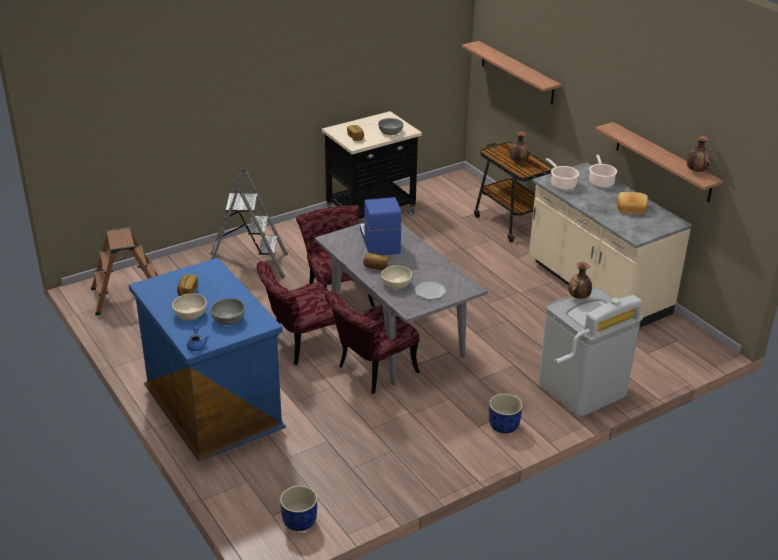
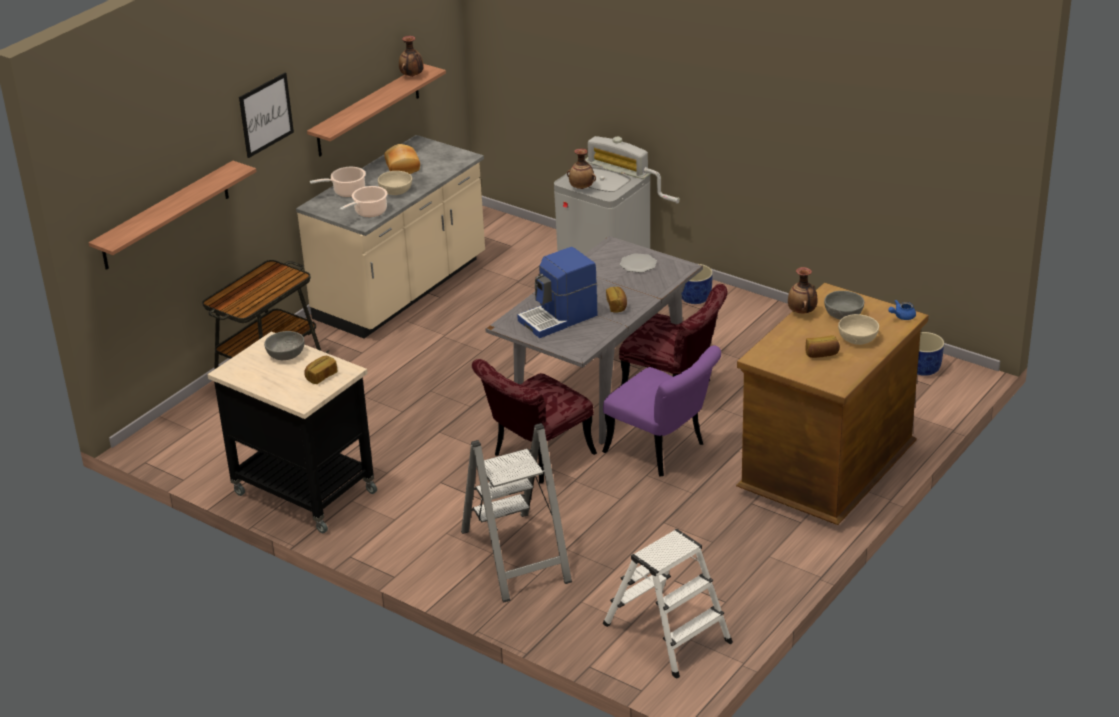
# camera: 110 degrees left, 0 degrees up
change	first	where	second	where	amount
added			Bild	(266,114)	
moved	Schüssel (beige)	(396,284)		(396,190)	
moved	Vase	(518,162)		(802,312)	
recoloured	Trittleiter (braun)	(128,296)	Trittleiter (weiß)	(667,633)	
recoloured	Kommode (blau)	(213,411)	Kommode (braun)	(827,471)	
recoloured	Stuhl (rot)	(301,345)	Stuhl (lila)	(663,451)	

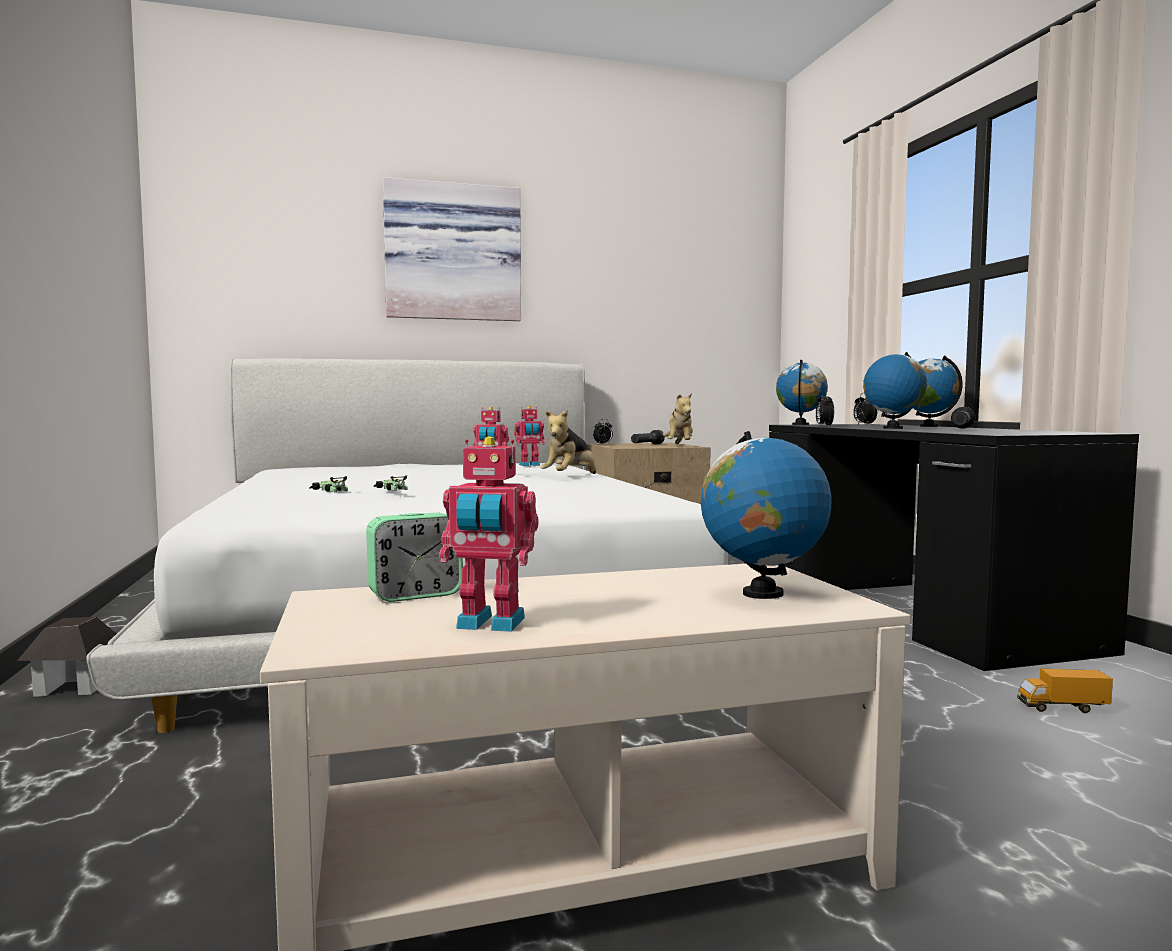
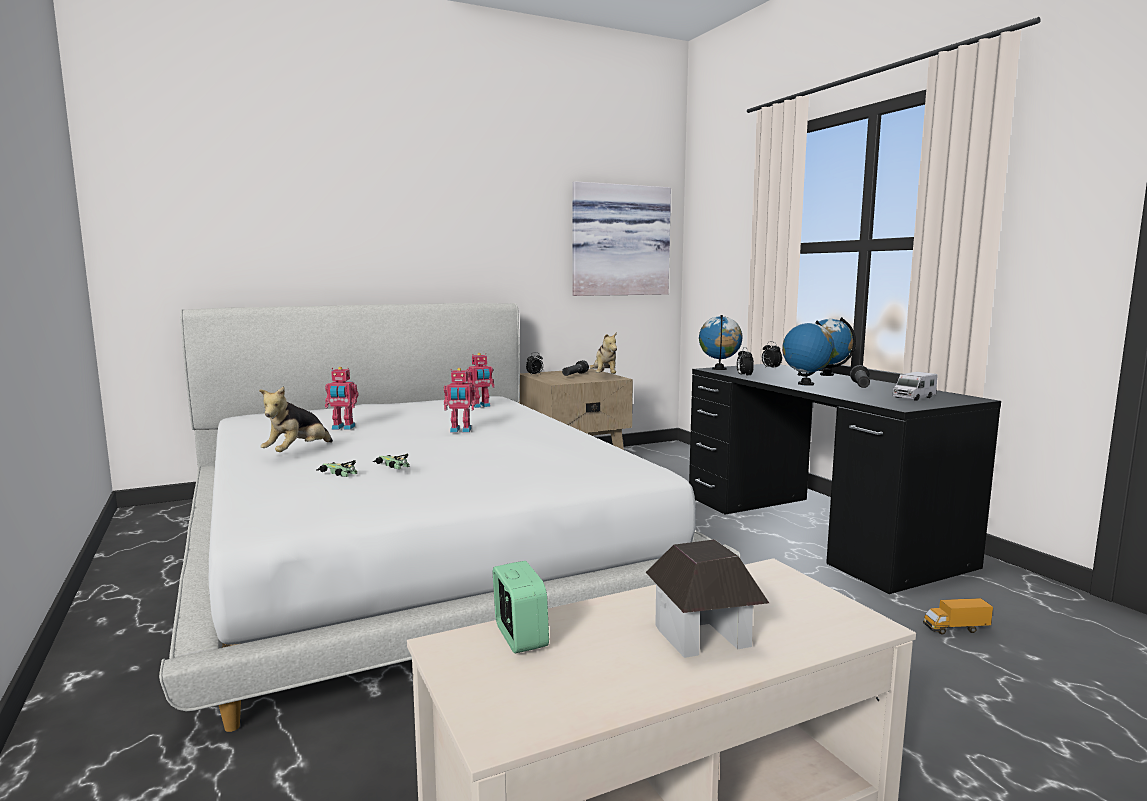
# camera: 10 degrees left, 5 degrees up
change	first	where	second	where	amount
removed	Globus	(762,594)			
added			Spielzeuglaster	(913,397)	
moved	Spielzeughaus	(74,686)		(702,636)	
moved	Bild	(453,253)		(619,240)	
moved	Spielzeugroboter	(489,624)		(343,428)	
moved	Plüschtier	(570,477)		(298,453)	
turned	Wecker	(415,595)		(520,637)	75 degrees counterclockwise

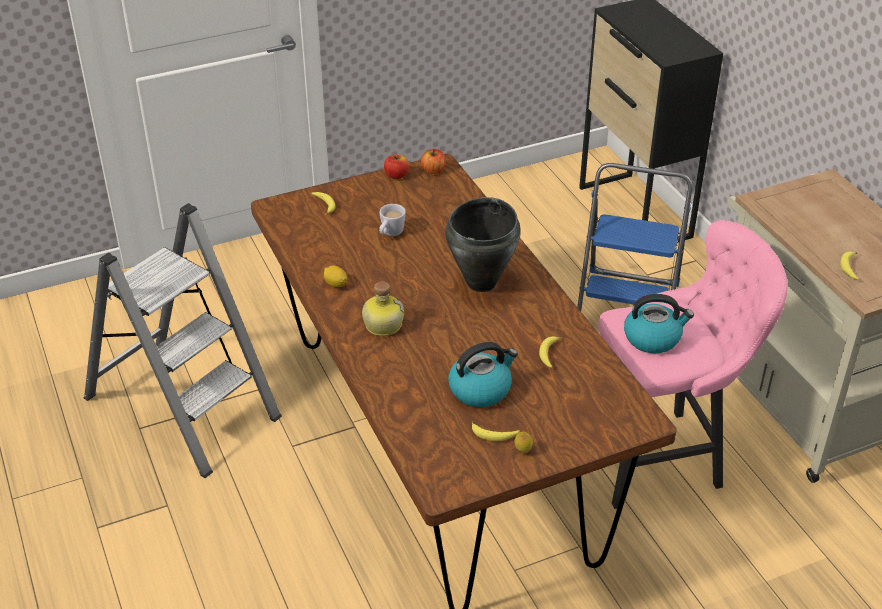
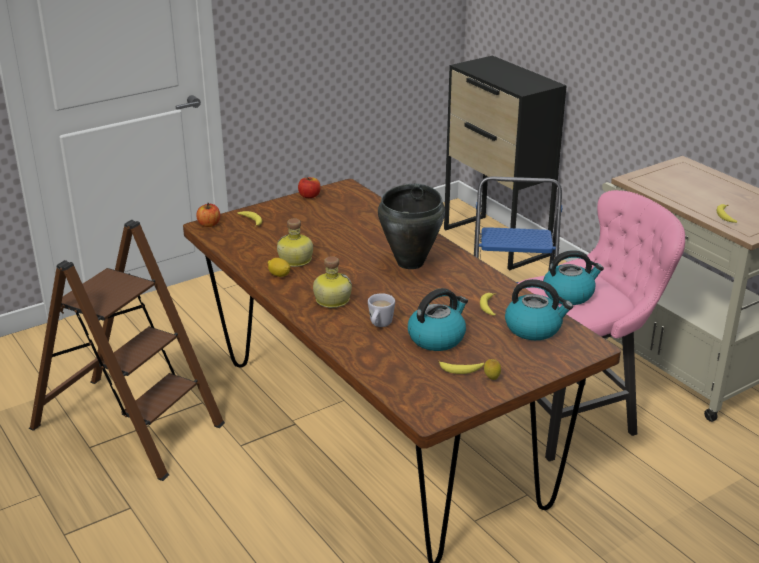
# camera: 10 degrees left, 10 degrees down
change	first	where	second	where	amount
added			Flasche	(295,260)	
added			Wasserkessel	(534,328)	
moved	Henkelbecher (weiß)	(390,234)		(379,325)	
moved	Apfel	(433,170)		(209,224)	
recoloured	Trittleiter (grau)	(180,405)	Trittleiter (braun)	(125,424)	

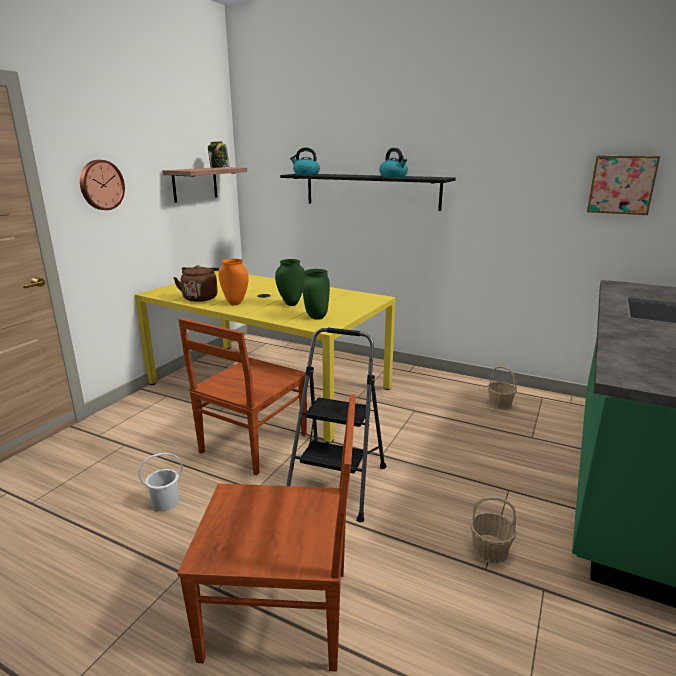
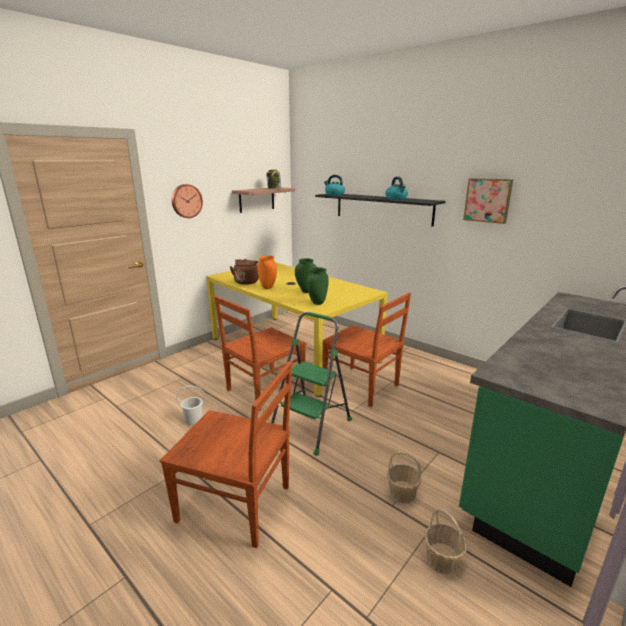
# camera: 15 degrees right, 0 degrees up
change	first	where	second	where	amount
added			Stuhl (braun)	(362,386)	
moved	Korb	(500,404)		(442,559)	
moved	Bild	(621,184)		(488,200)	
recoloured	Trittleiter (schwarz)	(338,481)	Trittleiter (grün)	(312,424)	

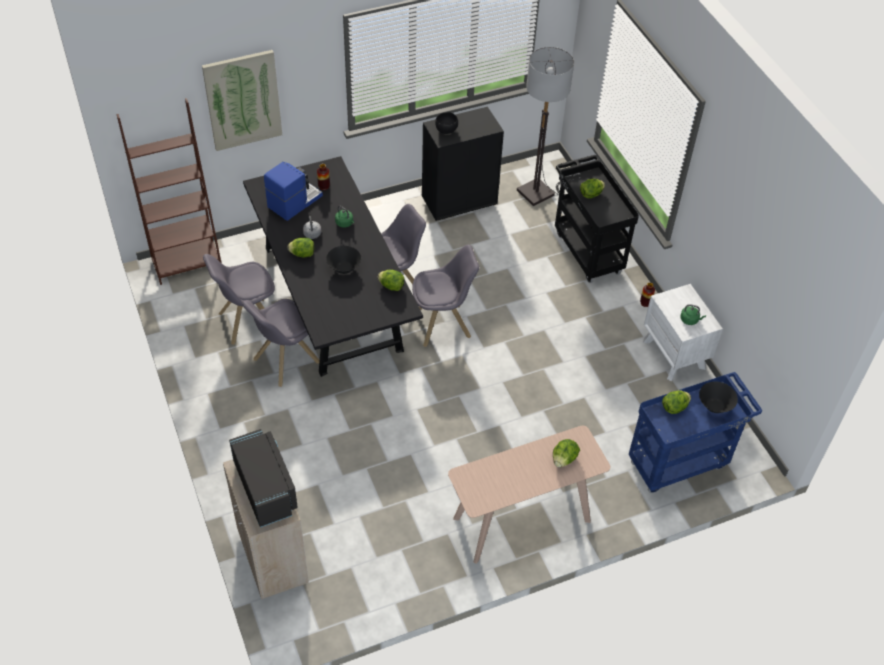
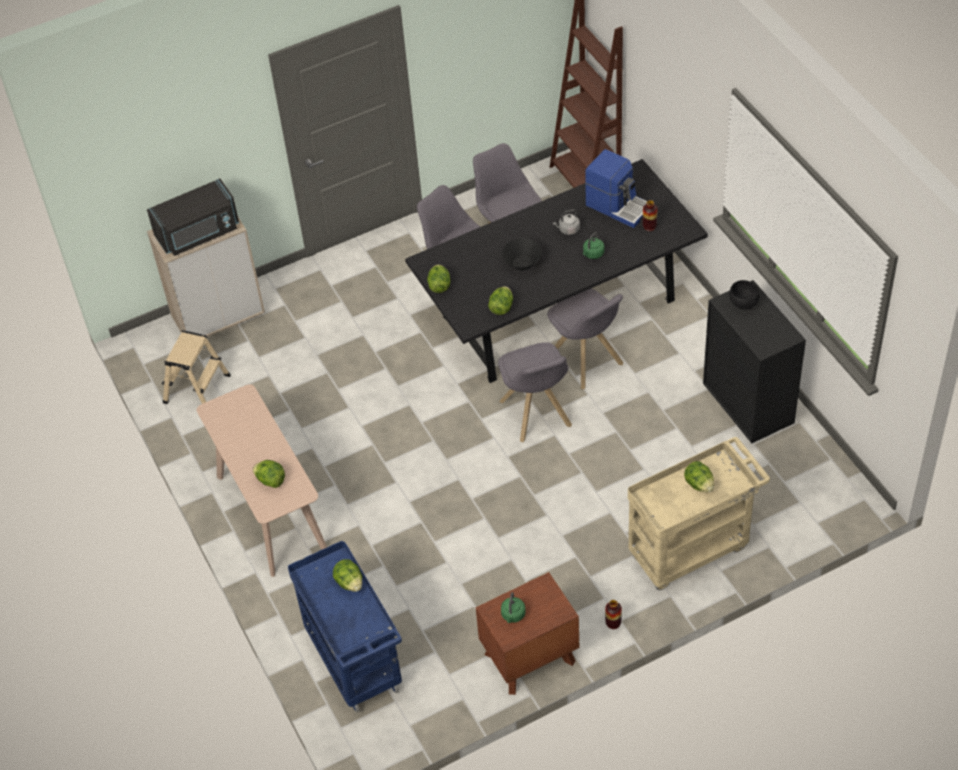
# camera: 90 degrees right, 0 degrees up
change	first	where	second	where	amount
removed	Bild	(243,100)			
removed	Stehlampe	(545,192)			
removed	Schüssel (schwarz)	(714,406)			
added			Trittleiter (beige)	(197,388)	
moved	Salatkopf	(302,254)		(439,286)	
recoloured	Rollwagen (schwarz)	(586,252)	Rollwagen (beige)	(693,552)	
recoloured	Nachttisch (weiß)	(674,354)	Nachttisch (braun)	(529,658)	

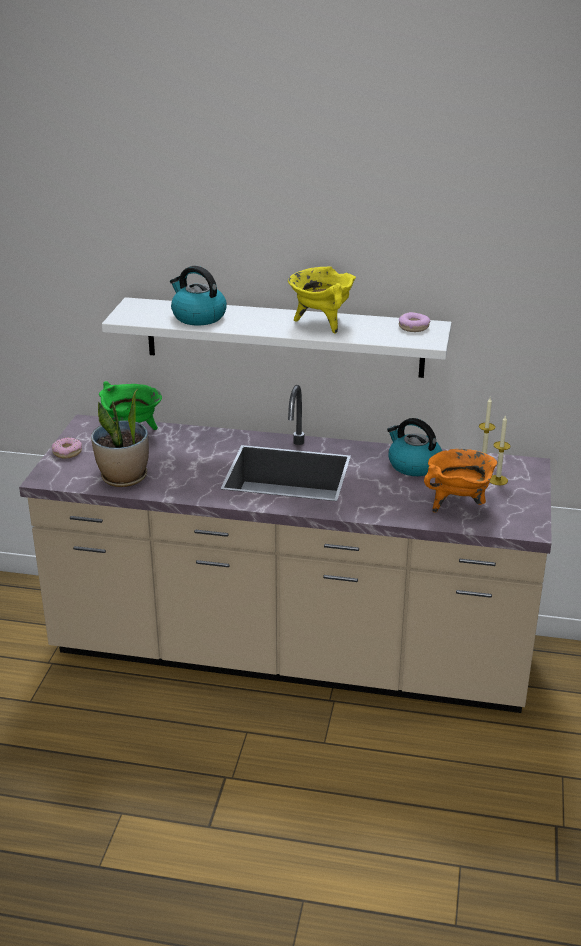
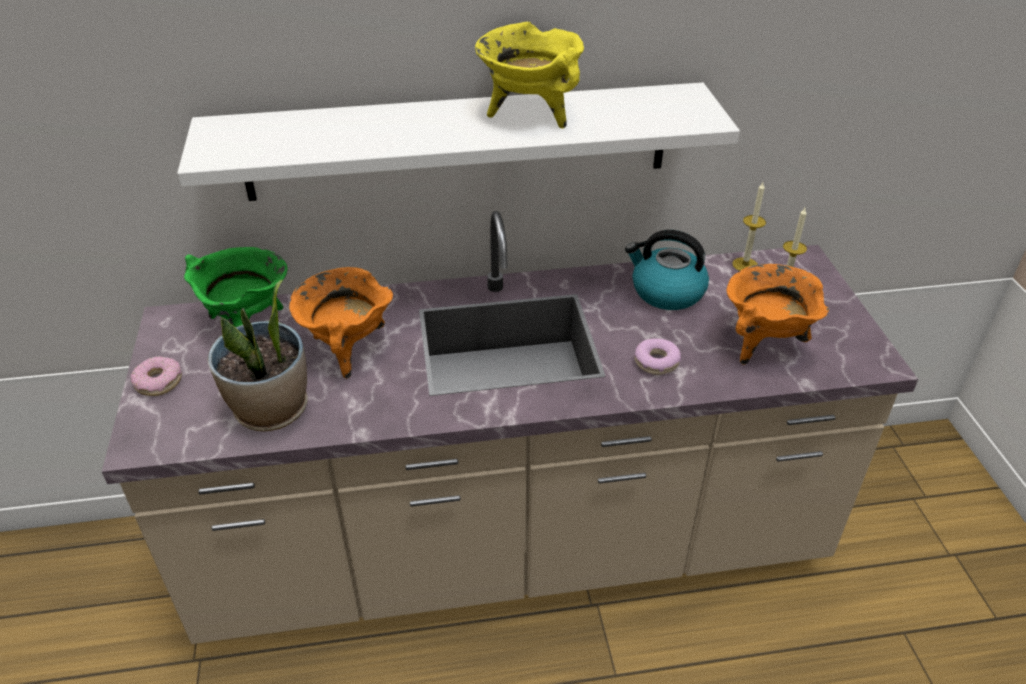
# camera: 20 degrees left, 10 degrees up
change	first	where	second	where	amount
removed	Wasserkessel	(198,317)			
added			Kochtopf (orange)	(347,350)	
moved	Donut	(414,327)		(656,362)	

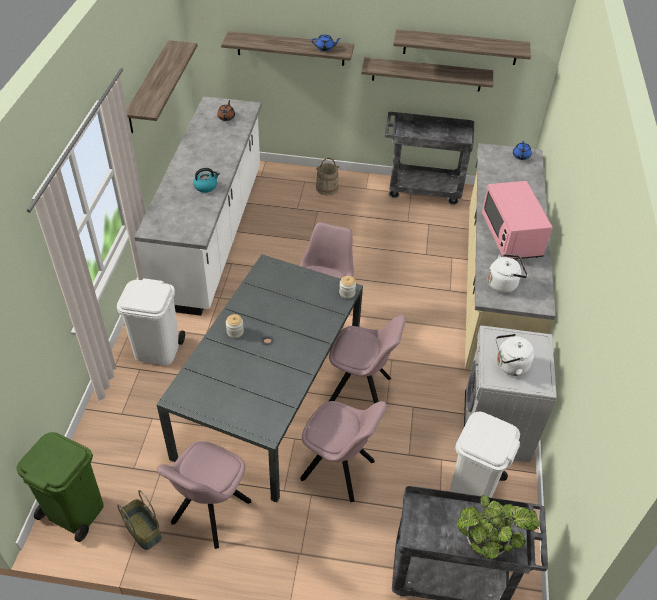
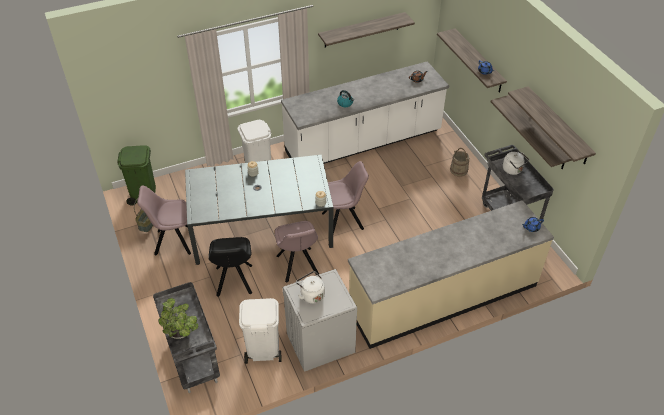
# camera: 60 degrees right, 0 degrees up
change	first	where	second	where	amount
removed	Mikrowelle (rosa)	(511,237)			
moved	Wasserkessel (weiß)	(504,283)		(513,170)	
recoloured	Stuhl (rosa)	(338,470)	Stuhl (schwarz)	(234,281)	

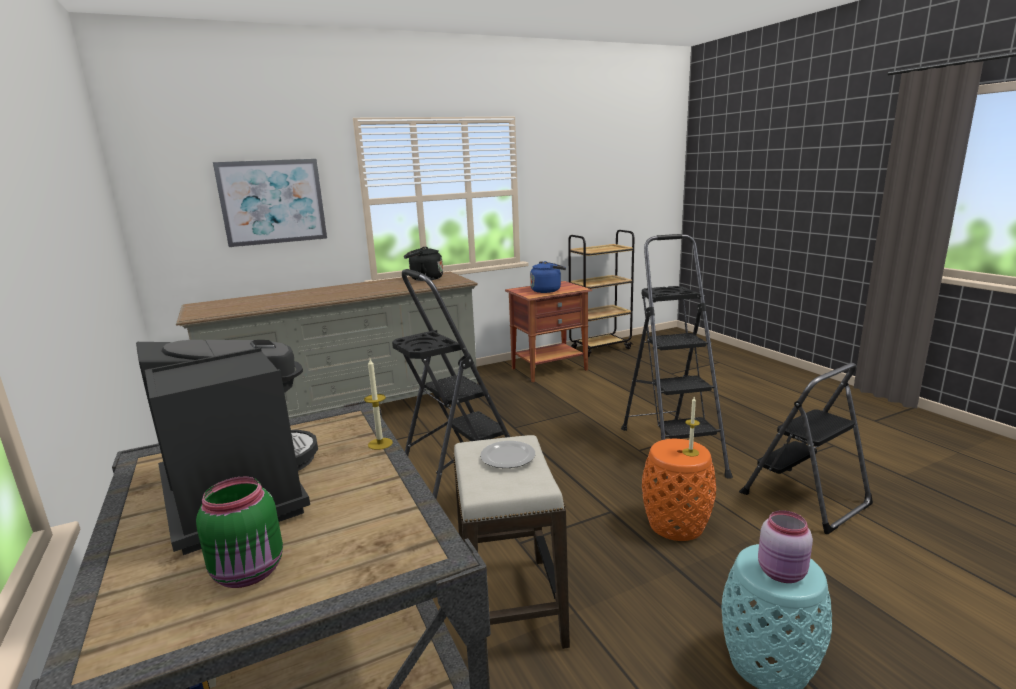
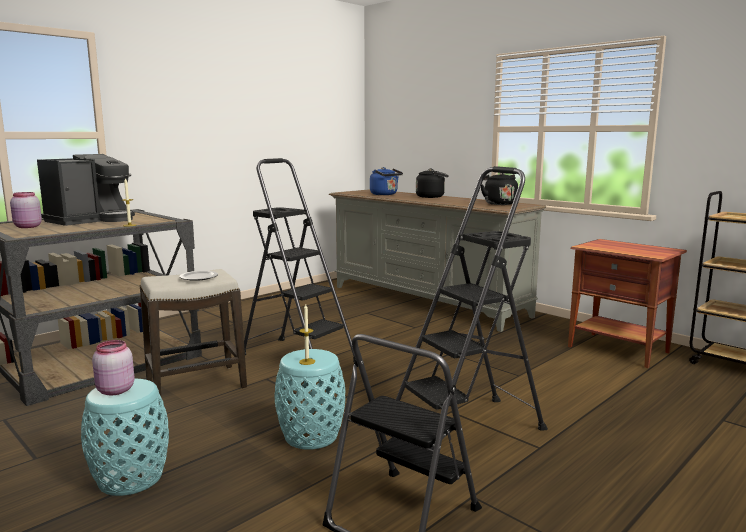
# camera: 70 degrees right, 5 degrees down
change	first	where	second	where	amount
removed	Bild	(272,202)			
added			Wasserkessel (schwarz)	(432,197)	
moved	Wasserkessel (blau)	(547,290)		(385,194)	
recoloured	Vorratsglas (grün)	(250,572)	Vorratsglas (rosa)	(27,227)	
recoloured	Hocker (orange)	(676,525)	Hocker (türkis)	(311,436)	

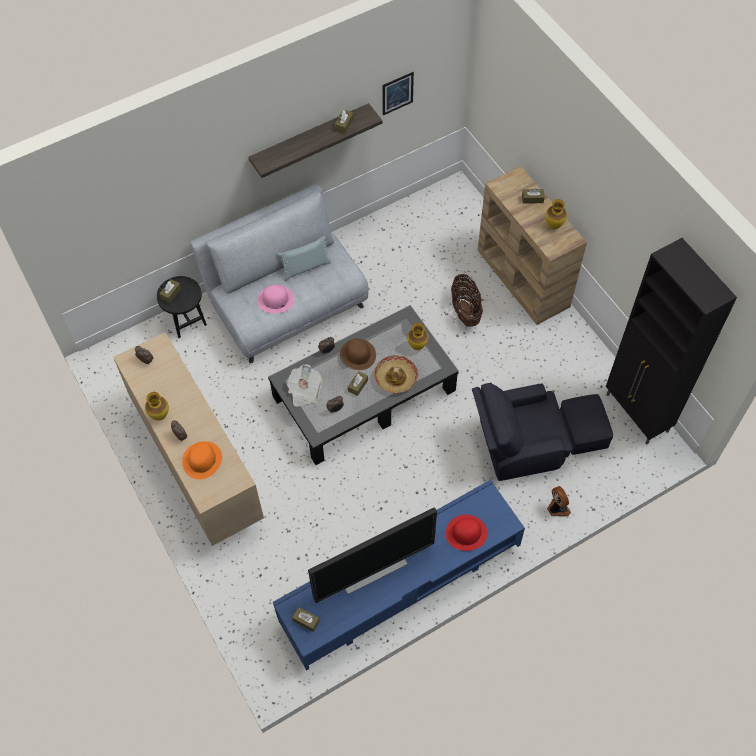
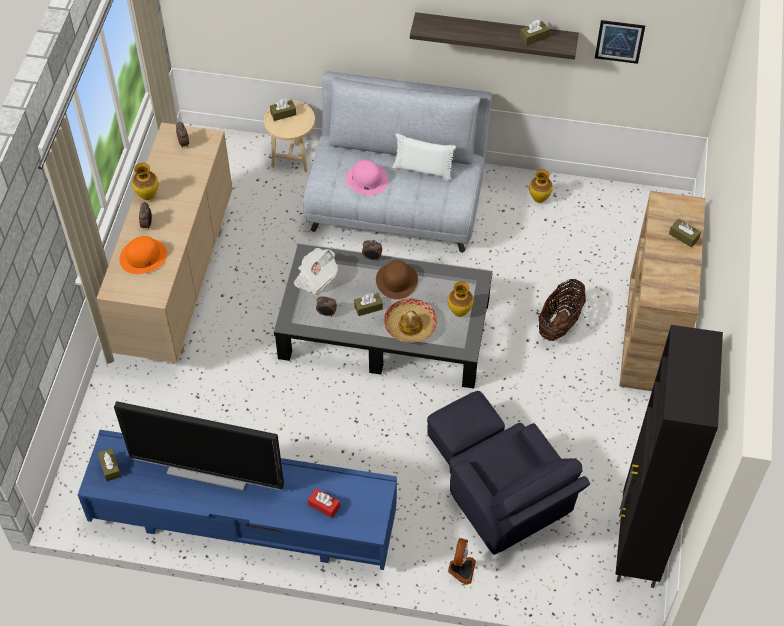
# camera: 40 degrees right, 5 degrees down
change	first	where	second	where	amount
moved	Vase	(553,225)		(539,199)	
replaced	Hut (rot)	(466,533)	Taschentuchbox (rot)	(324,506)	
recoloured	Beistelltisch (schwarz)	(187,322)	Beistelltisch (beige)	(292,158)	
recoloured	Kissen (blau)	(305,267)	Kissen (weiß)	(423,170)	
turned	Sessel (schwarz)	(532,442)		(500,490)	150 degrees counterclockwise

